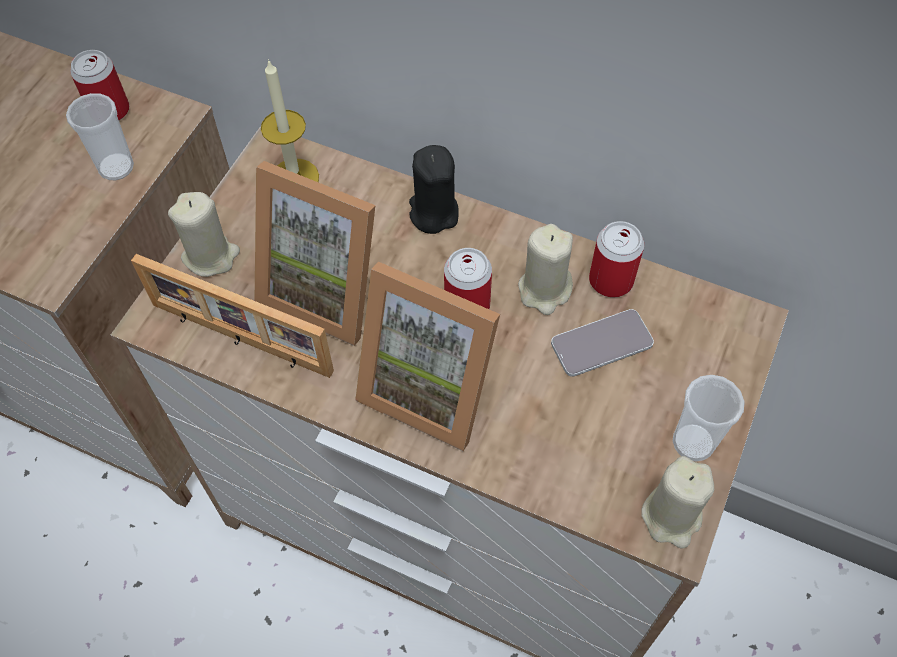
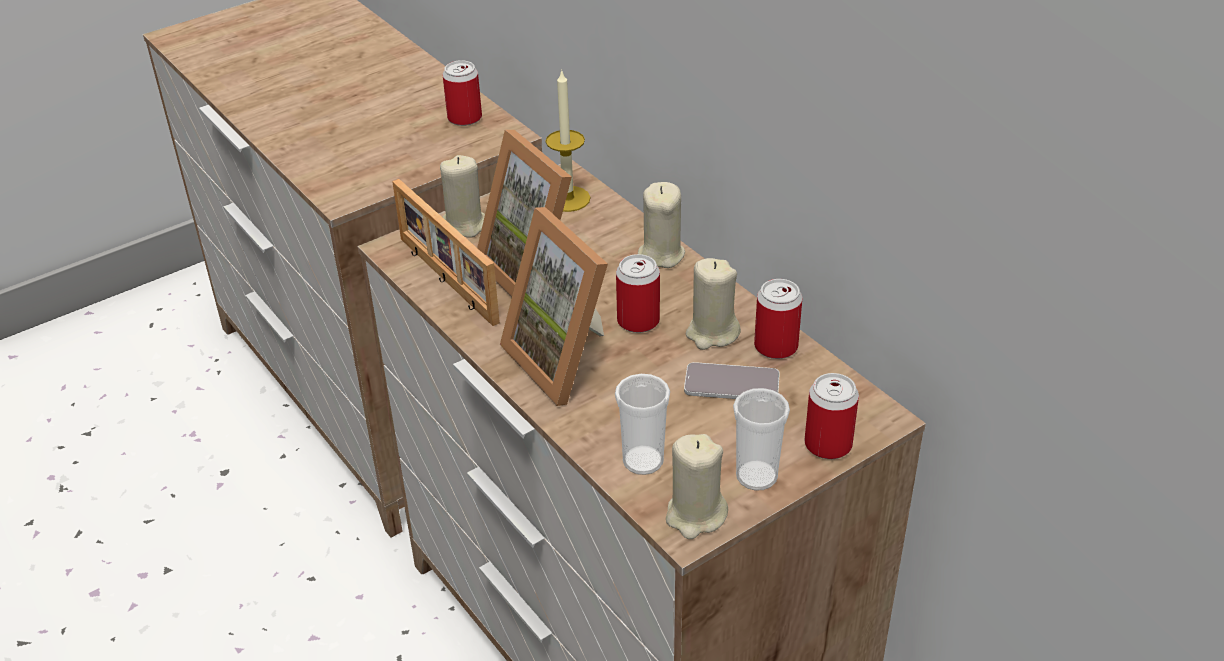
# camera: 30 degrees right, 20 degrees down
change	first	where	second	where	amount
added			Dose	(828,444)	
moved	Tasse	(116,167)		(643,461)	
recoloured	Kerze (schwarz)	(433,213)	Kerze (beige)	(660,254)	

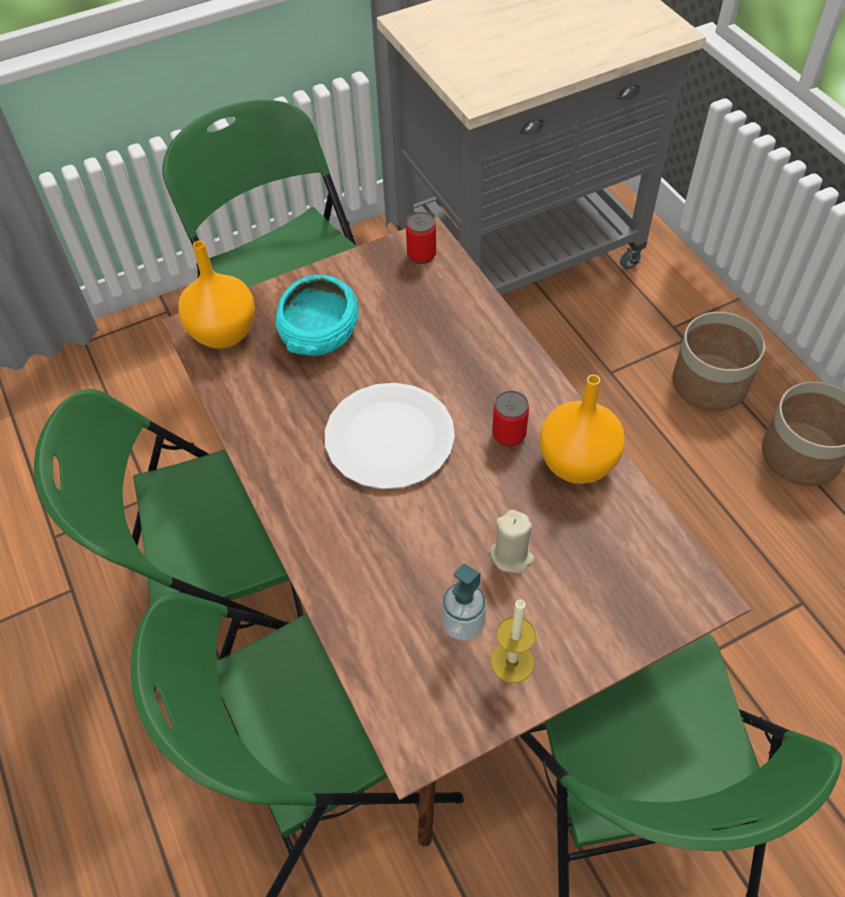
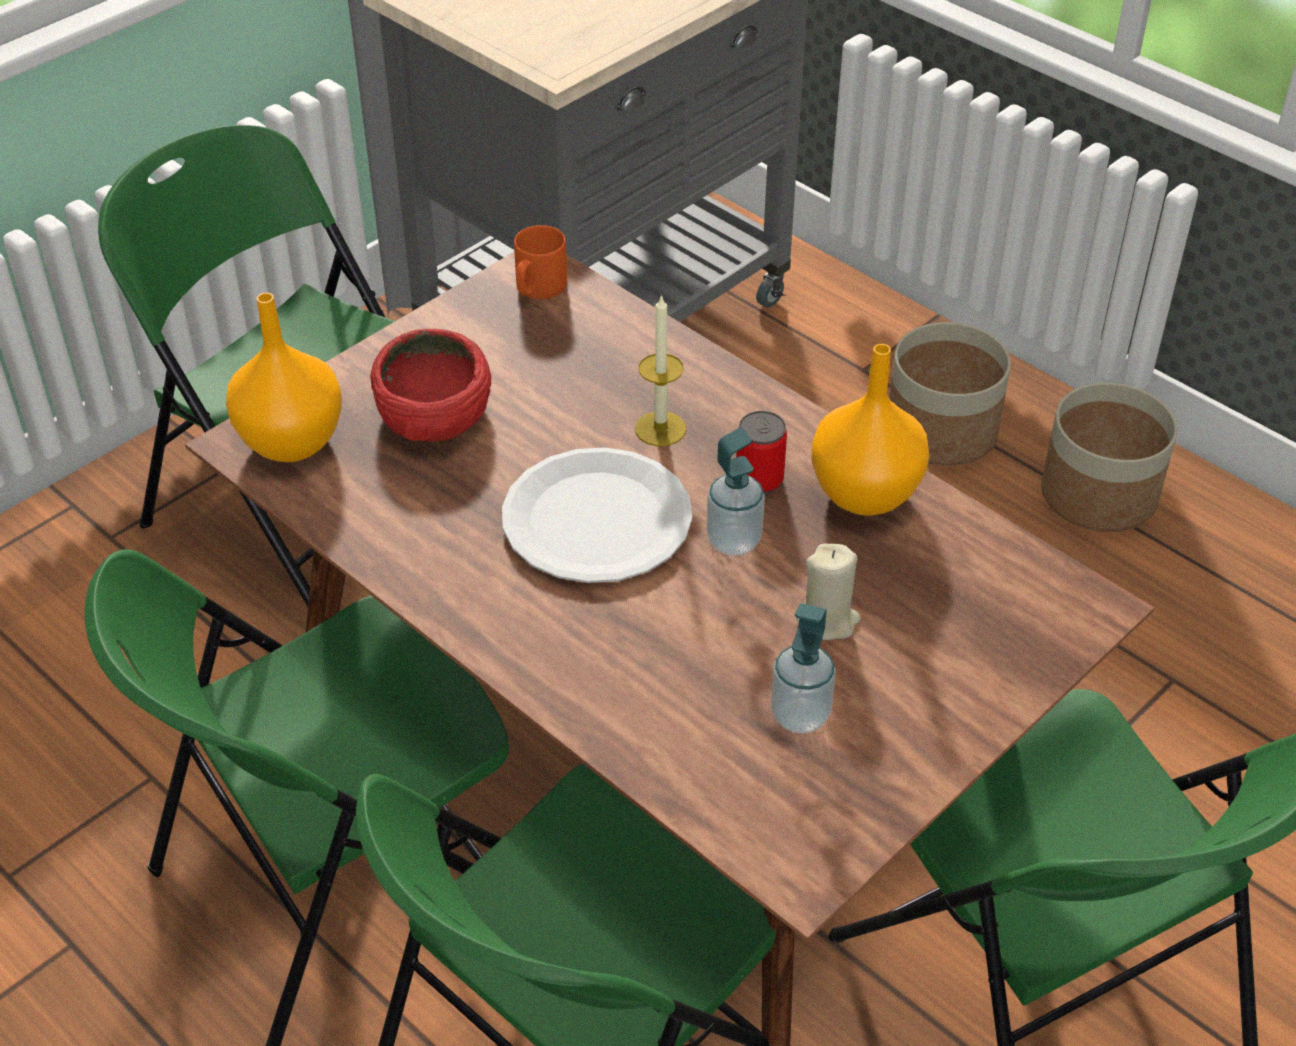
# camera: 20 degrees left, 10 degrees down
change	first	where	second	where	amount
added			Seifenspender	(734,541)	
moved	Kerze	(512,662)		(660,429)	
replaced	Dose	(421,255)	Henkelbecher (orange)	(538,288)	
recoloured	Schüssel (türkis)	(320,330)	Schüssel (rot)	(435,409)	

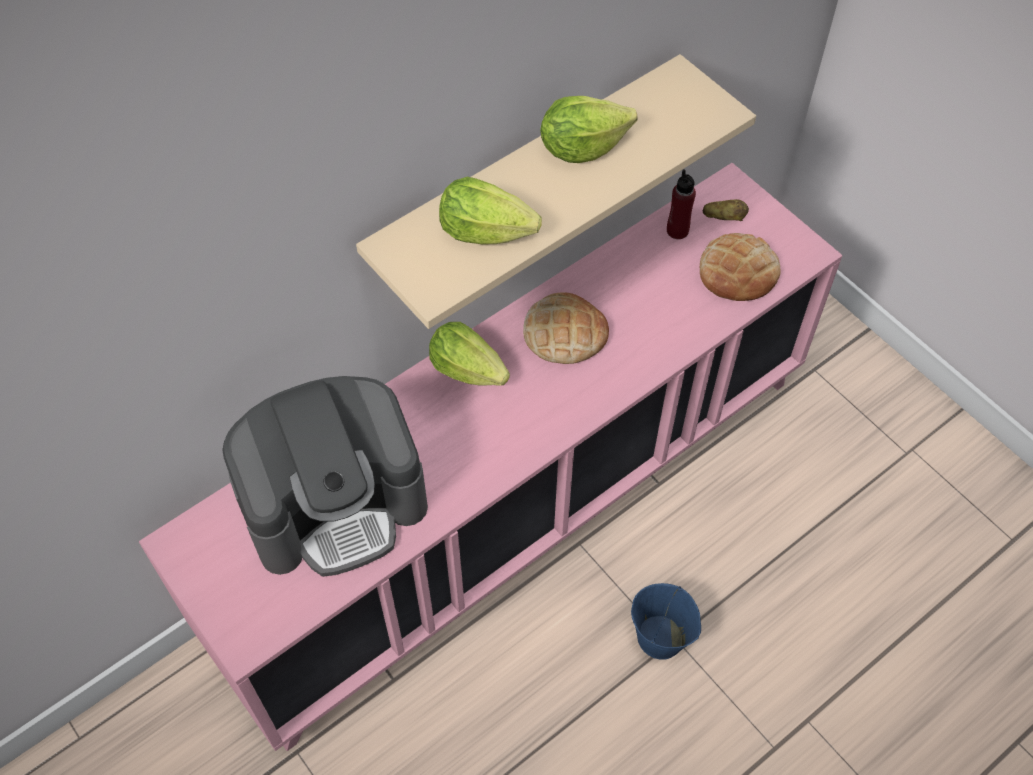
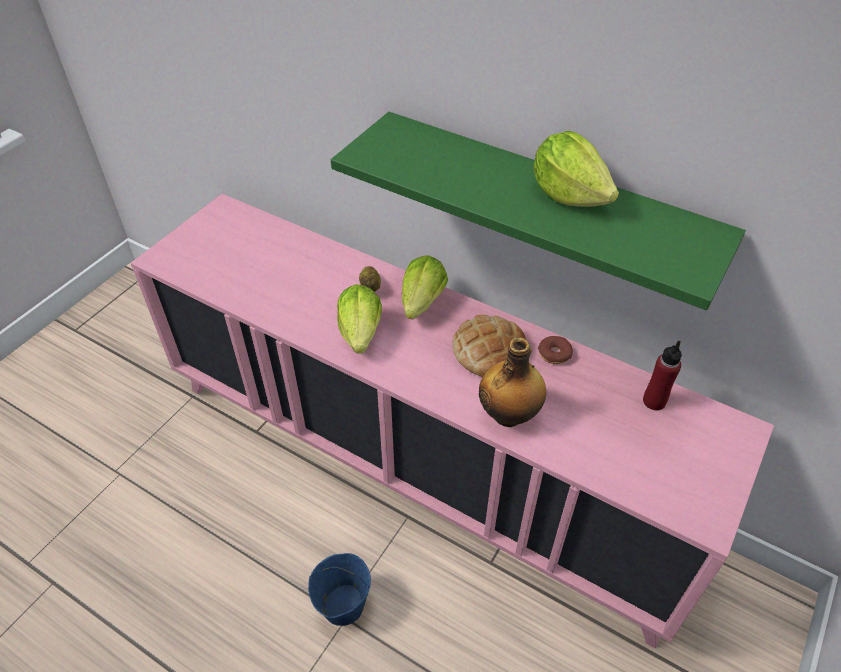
# camera: 70 degrees right, 10 degrees down
change	first	where	second	where	amount
removed	Kaffeemaschine	(335,503)			
removed	Brot	(738,272)			
added			Flasche	(509,414)	
added			Donut	(554,354)	
moved	Salatkopf	(485,231)		(360,333)	
moved	Kartoffel	(724,217)		(371,287)	
recoloured	Wandregal (beige)	(526,175)	Wandregal (grün)	(545,200)	

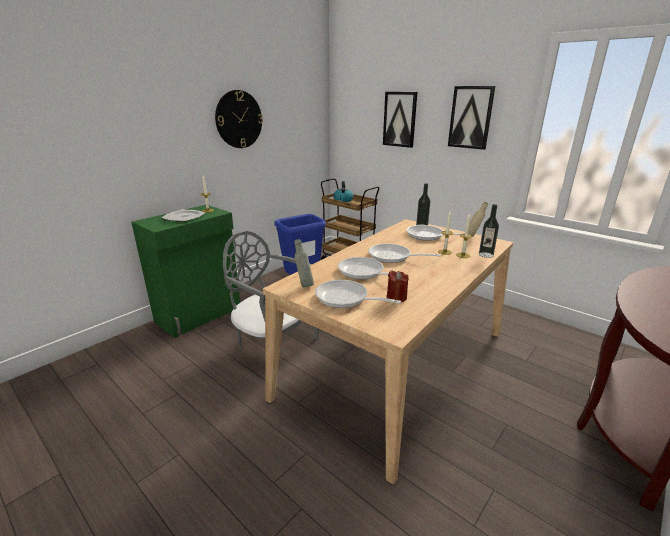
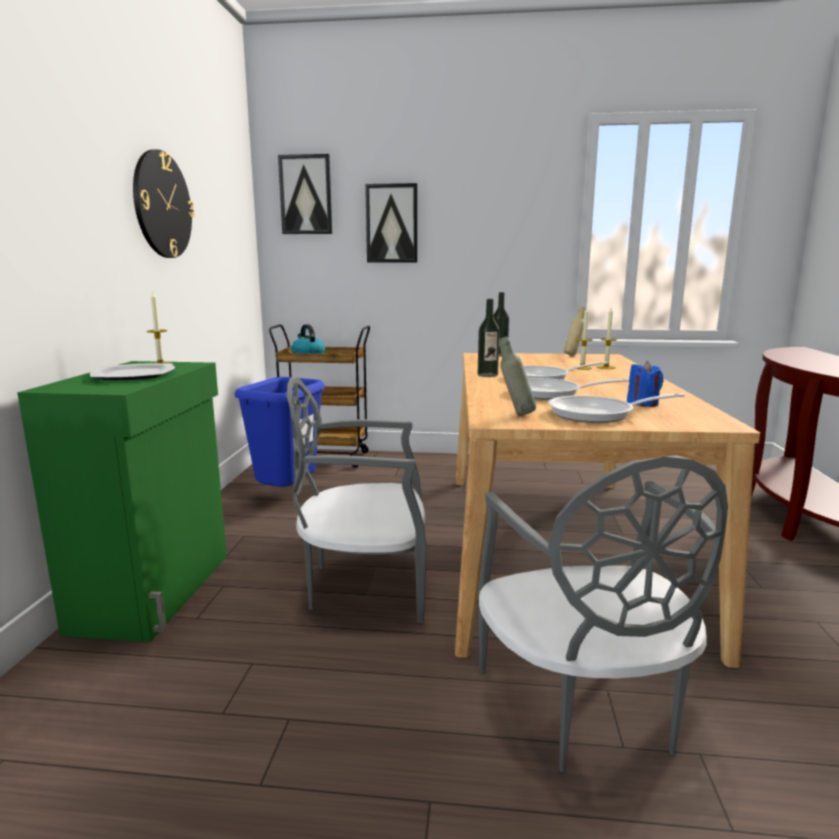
# camera: 35 degrees left, 10 degrees down
change	first	where	second	where	amount
removed	Pfanne	(428,236)			
added			Stuhl (grau)	(584,708)	
moved	Bild	(470,117)		(306,195)	
moved	Flasche	(486,255)		(487,375)	
recoloured	Kerze (rot)	(396,297)	Kerze (blau)	(643,403)	

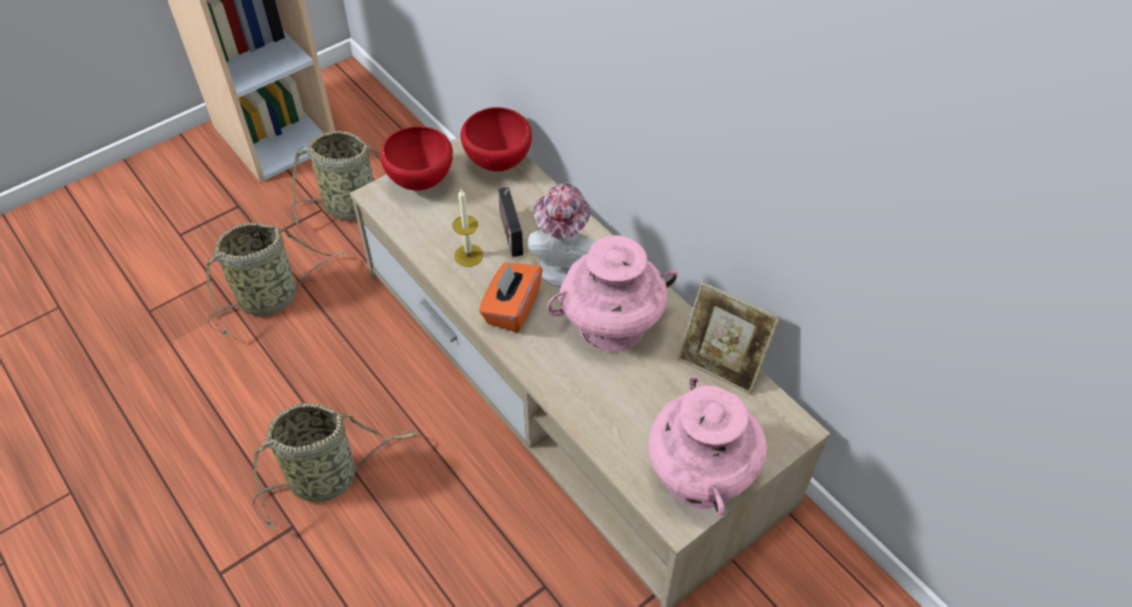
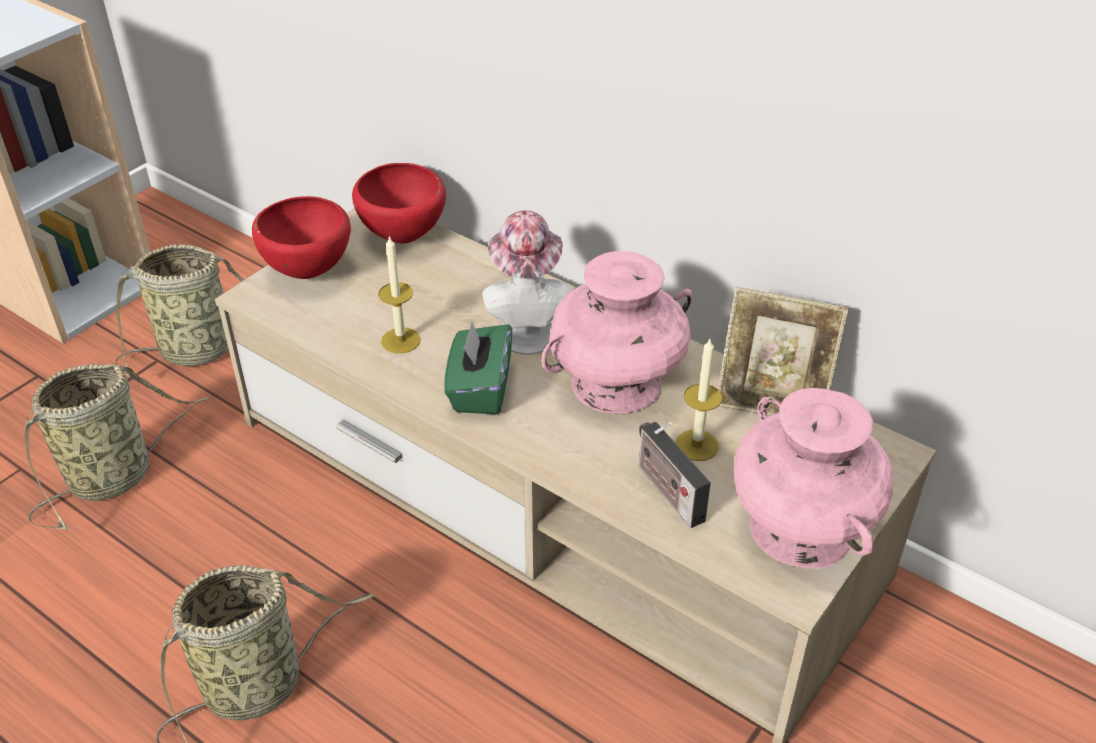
# camera: 15 degrees left, 10 degrees down
change	first	where	second	where	amount
added			Kerze	(697,445)	
moved	Radio	(509,232)		(667,490)	
recoloured	Taschentuchbox (orange)	(511,308)	Taschentuchbox (grün)	(480,389)	

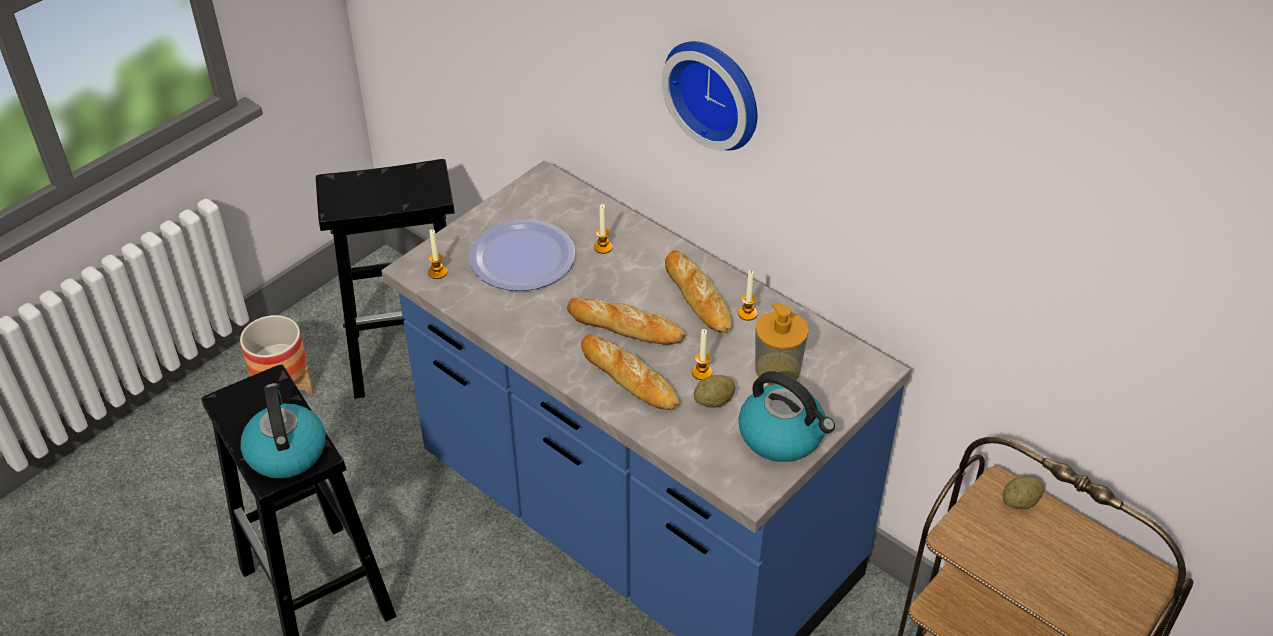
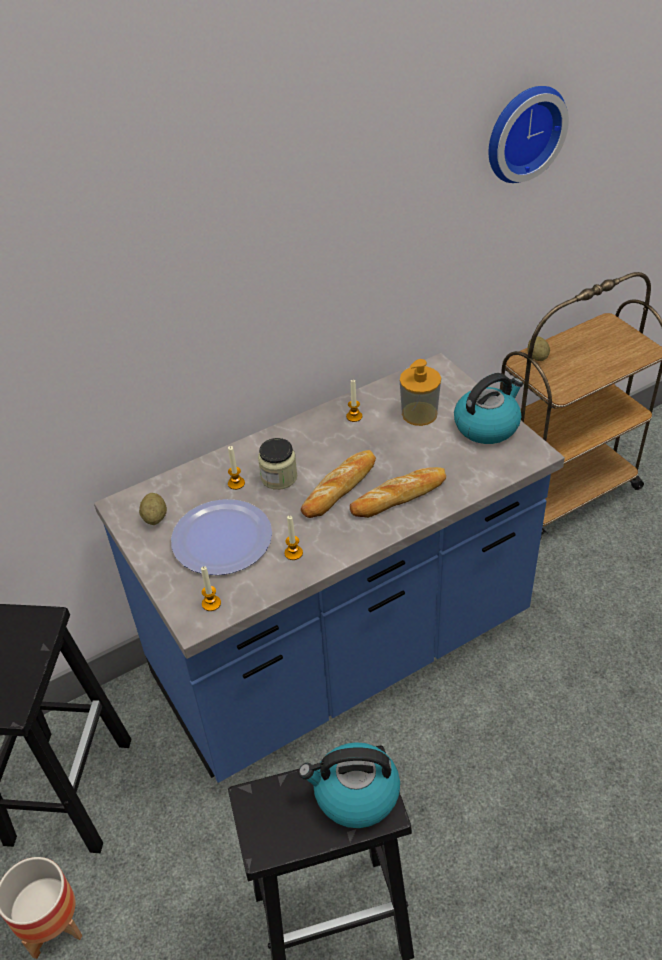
# camera: 70 degrees left, 0 degrees up
change	first	where	second	where	amount
removed	Brot	(697,297)			
added			Vorratsglas	(279,477)	
moved	Wanduhr	(716,91)		(522,132)	
moved	Kerze	(702,372)		(293,553)	
moved	Kartoffel	(713,401)		(155,517)	

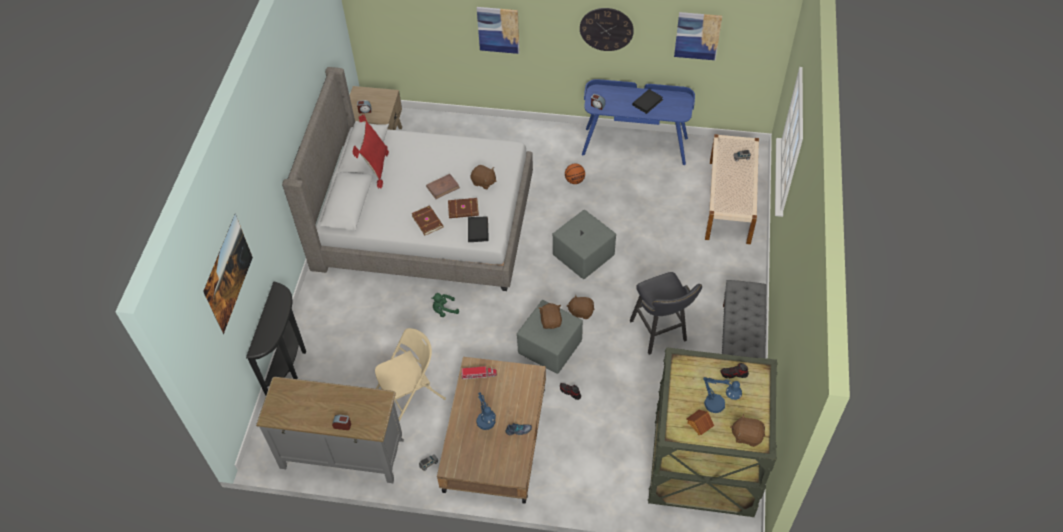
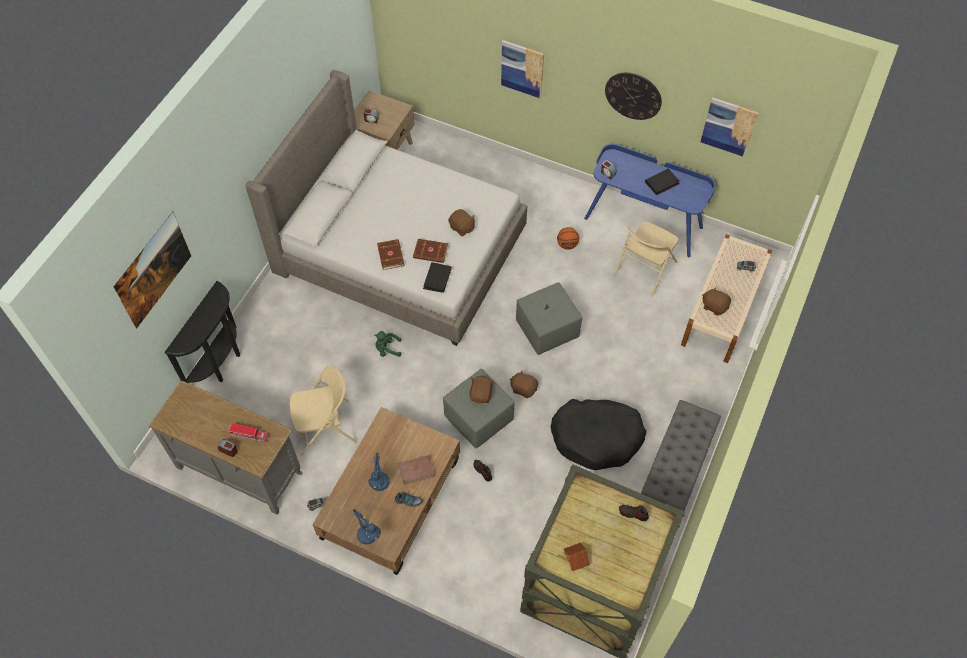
# camera: 15 degrees right, 5 degrees up
change	first	where	second	where	amount
removed	Kissen (rot)	(375,170)			
added			Stuhl (beige)	(644,268)	
moved	Buch (braun)	(443,187)		(416,470)	
moved	Spielzeuglaster	(479,375)		(249,434)	
moved	Tischlampe (blau)	(718,406)		(369,538)	
moved	Plüschtier (braun)	(747,435)		(714,306)	
replaced	Hocker (schwarz)	(661,336)	Hundebett (schwarz)	(597,437)	

